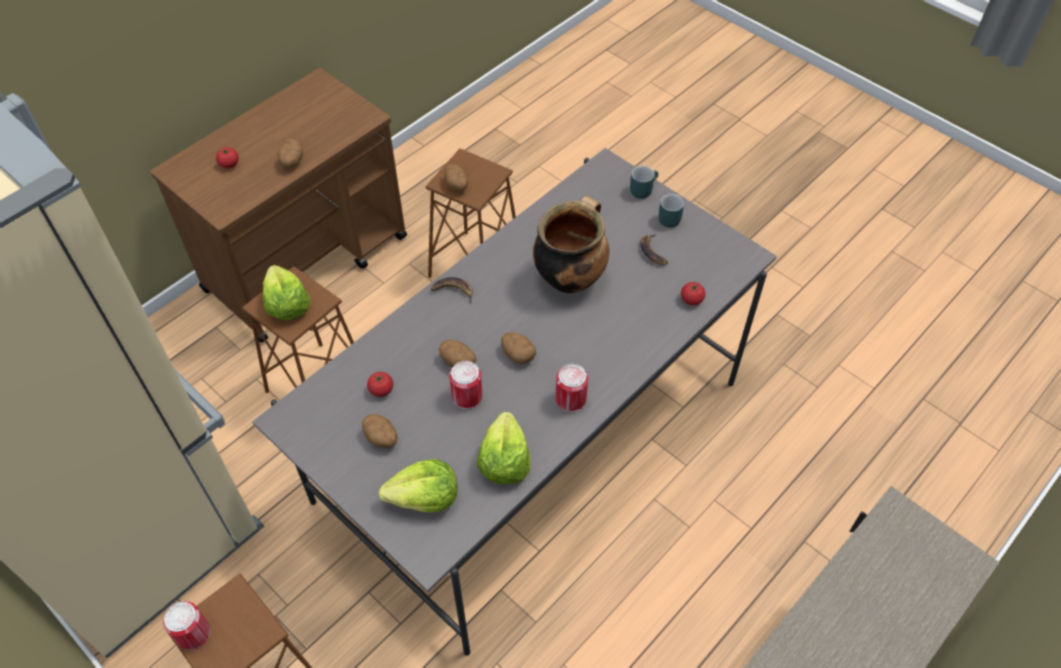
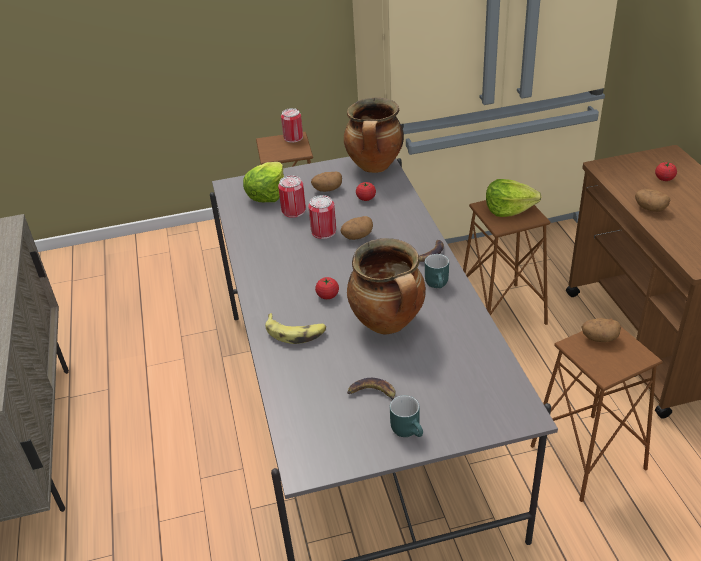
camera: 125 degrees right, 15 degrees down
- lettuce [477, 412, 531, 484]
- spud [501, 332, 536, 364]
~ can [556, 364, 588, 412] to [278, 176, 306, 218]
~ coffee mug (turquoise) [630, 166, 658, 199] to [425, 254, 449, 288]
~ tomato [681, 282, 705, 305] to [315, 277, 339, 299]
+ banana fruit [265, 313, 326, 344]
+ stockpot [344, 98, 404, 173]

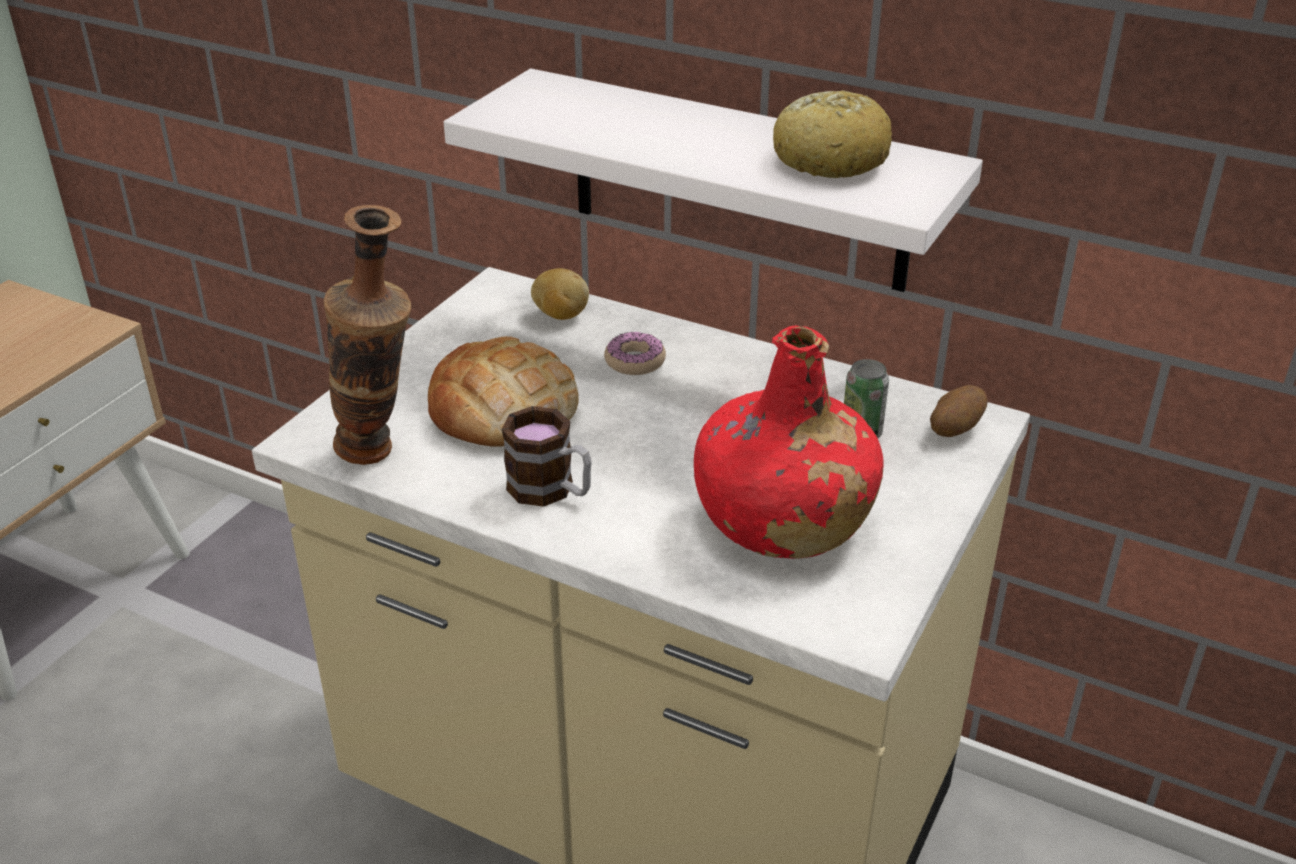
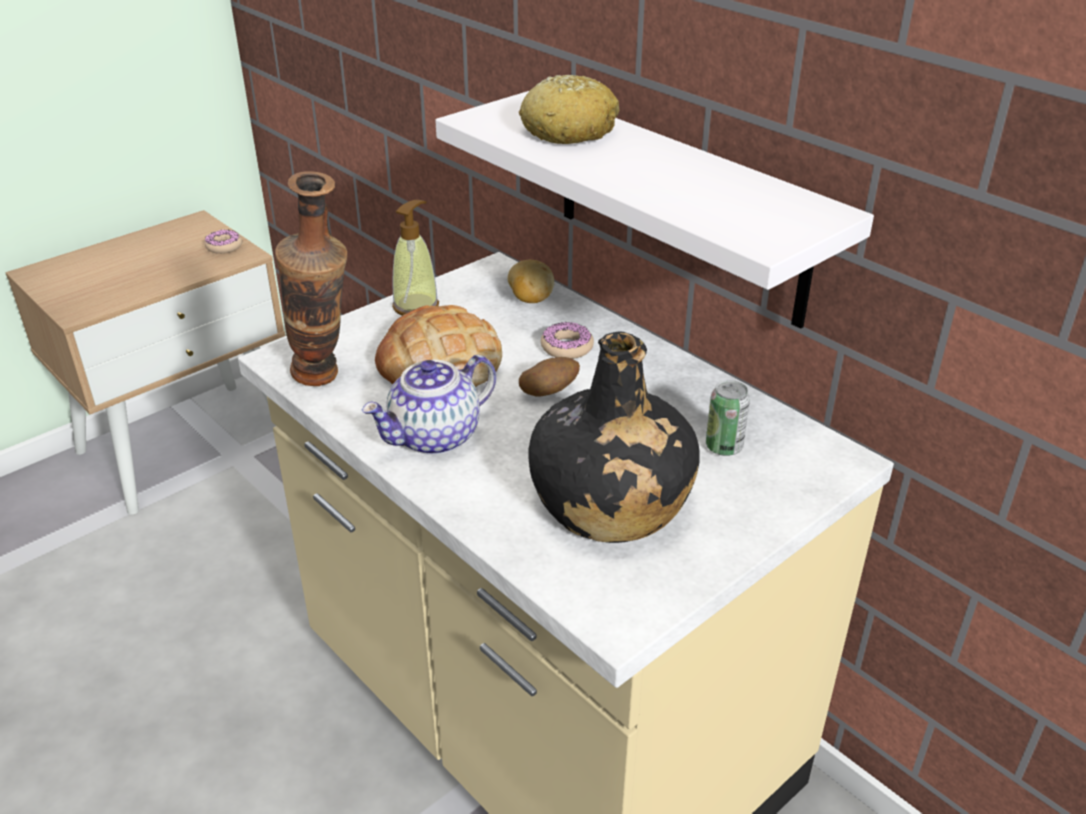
camera: 20 degrees right, 0 degrees up
~ coffee mug [502, 406, 592, 507] to teapot [362, 355, 496, 455]
~ bottle (reddish) [694, 325, 884, 559] to bottle (blackish) [529, 331, 700, 543]
~ baked bread [773, 90, 892, 178] to [519, 75, 619, 144]
~ spud [930, 385, 987, 437] to [519, 357, 580, 397]
+ ring doughnut [205, 230, 242, 254]
+ liquid soap bottle [392, 200, 439, 316]

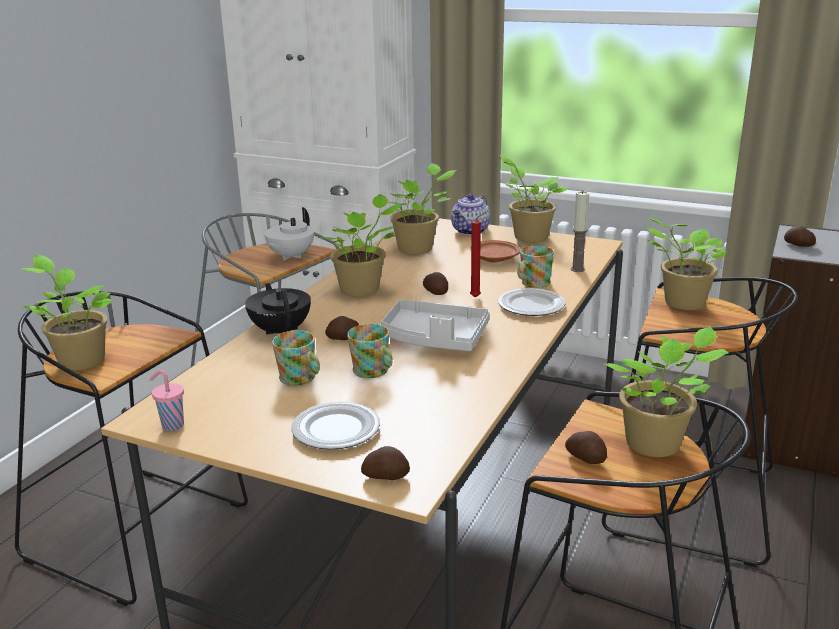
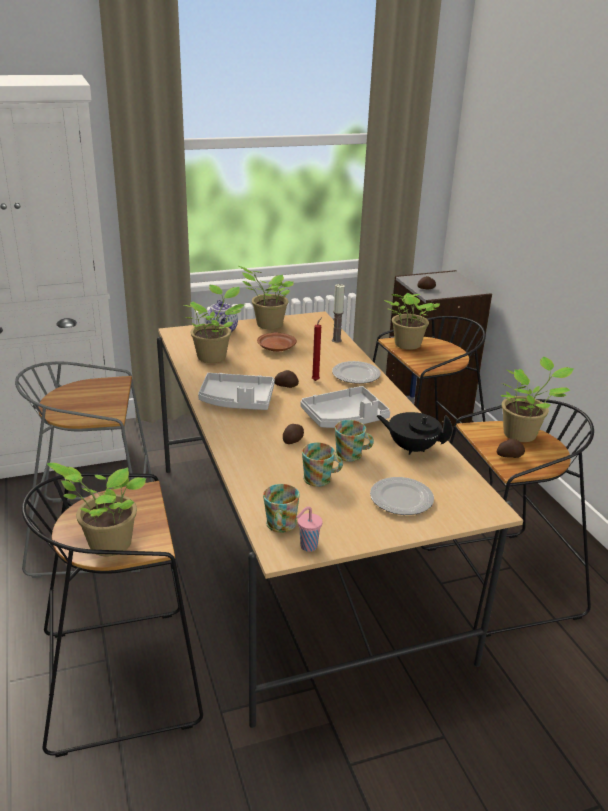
camera: 45 degrees left, 5 degrees up
~ teapot (blackish) [245, 283, 311, 335] to [377, 412, 452, 455]
- teapot (white) [264, 207, 314, 261]
~ plant in a pot [318, 194, 403, 297] to tray (greyish) [198, 373, 275, 410]
- spud [361, 446, 410, 480]
~ coffee mug [517, 246, 554, 288] to [263, 484, 300, 533]

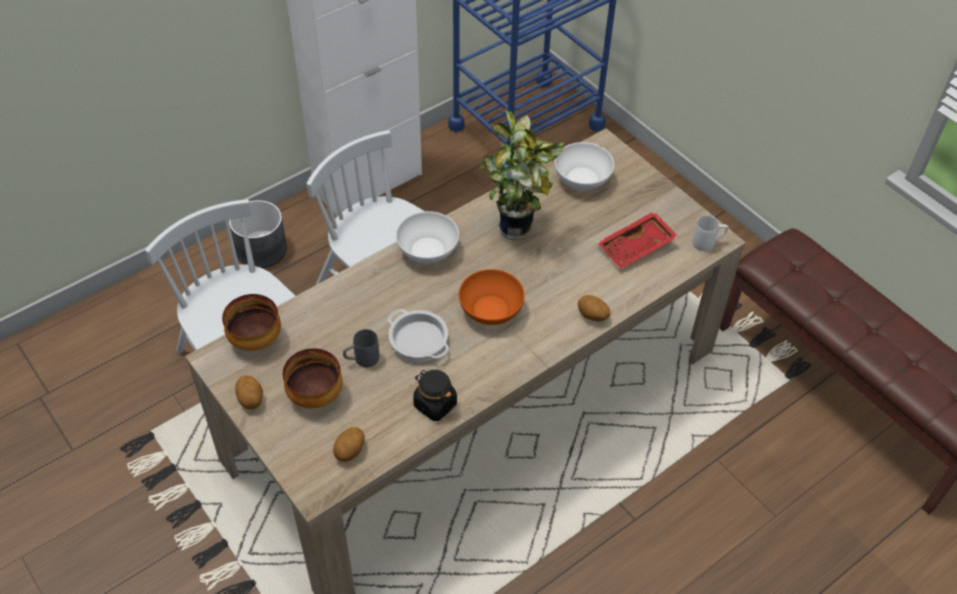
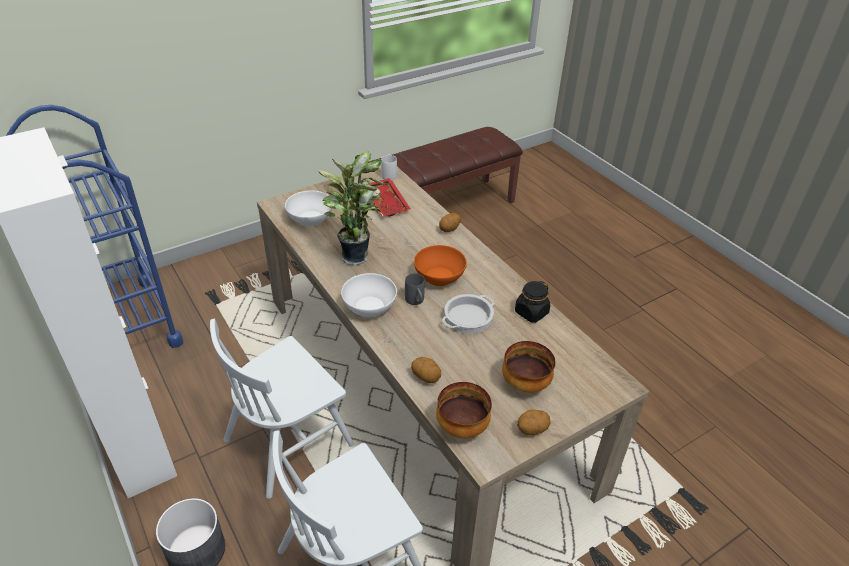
camera: 85 degrees left, 10 degrees down
~ spud [333, 427, 365, 462] to [411, 357, 441, 383]
~ coffee mug (greyish) [343, 329, 379, 367] to [405, 273, 425, 305]

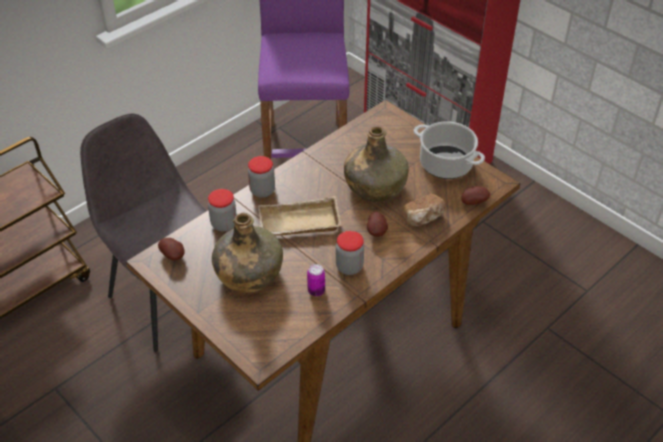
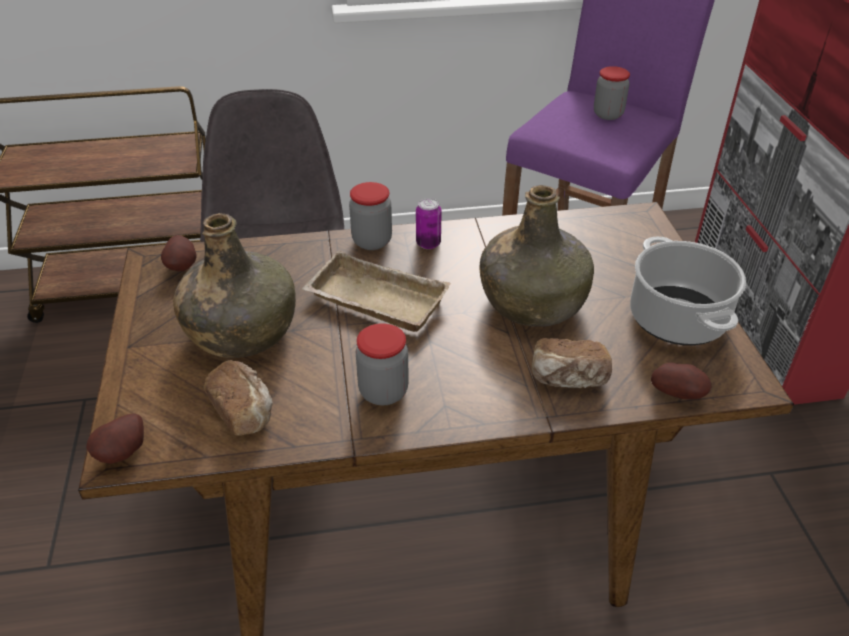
camera: 35 degrees right, 5 degrees down
~ jar [208, 189, 237, 232] to [594, 66, 630, 120]
~ can [307, 264, 325, 296] to [416, 198, 442, 249]
~ spud [367, 212, 388, 237] to [86, 413, 144, 464]
+ baked bread [204, 360, 273, 436]

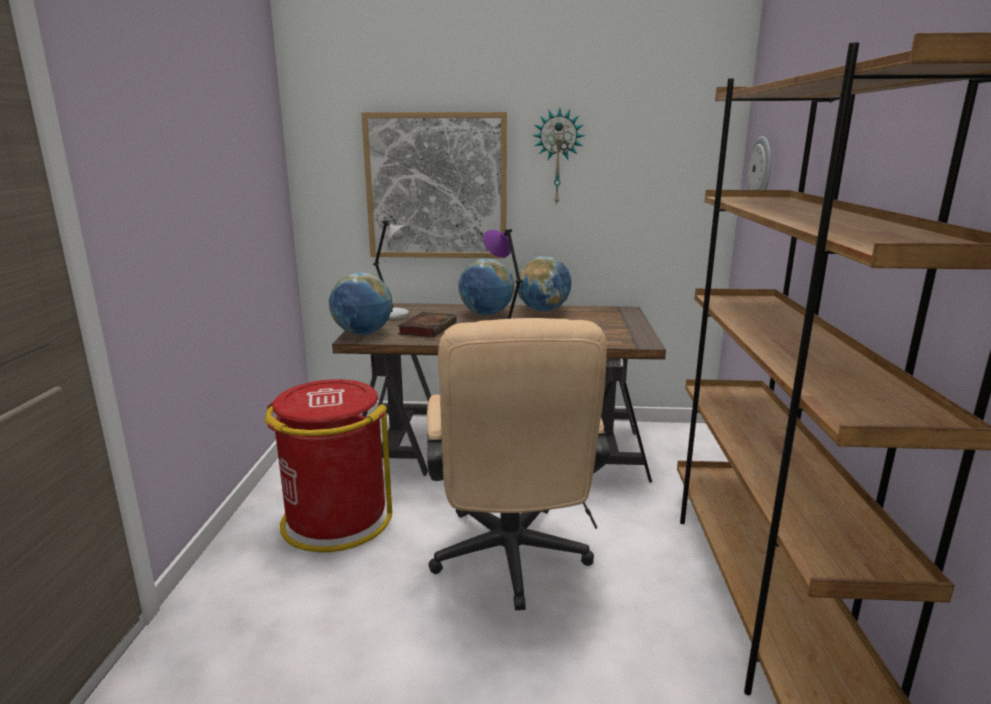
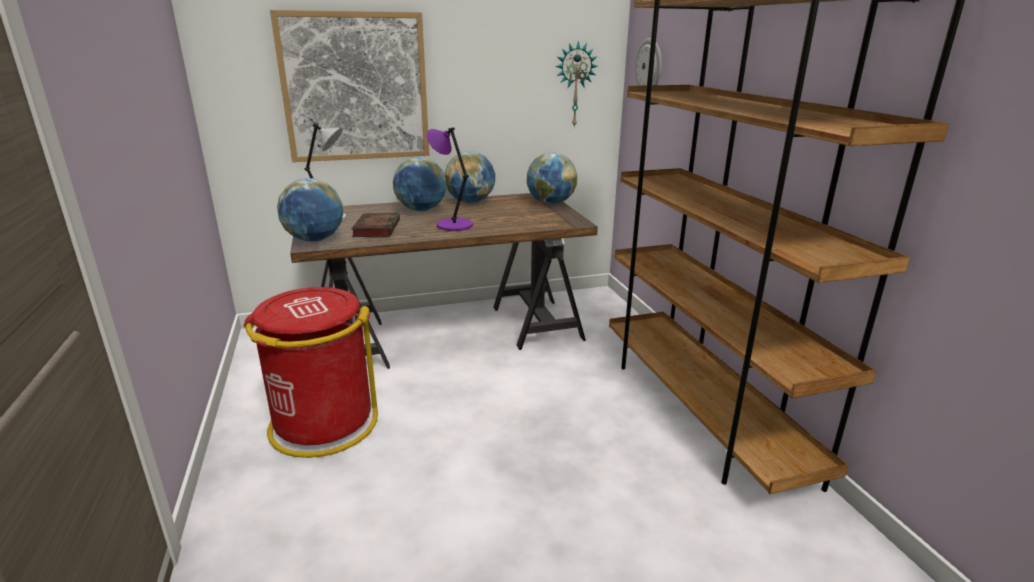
camera: 20 degrees left, 5 degrees up
- office chair (sand-coloured) [427, 318, 610, 610]
~ hanging clock [532, 108, 585, 206] to [555, 41, 597, 128]
+ desk globe [527, 153, 577, 204]

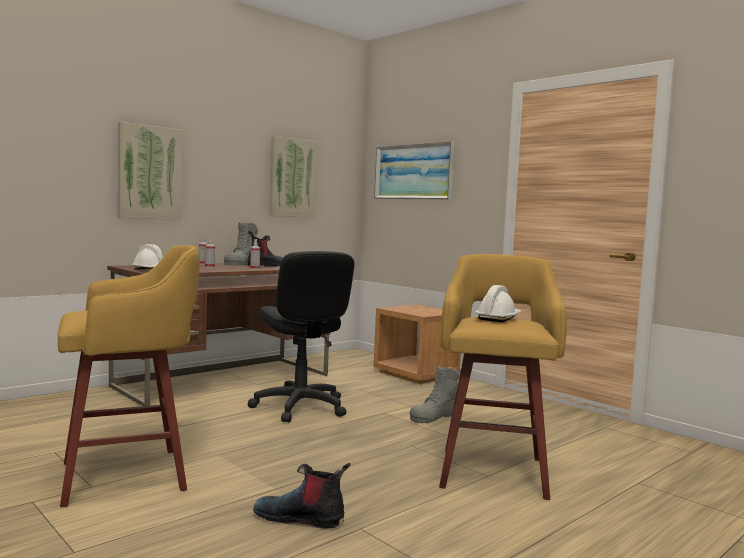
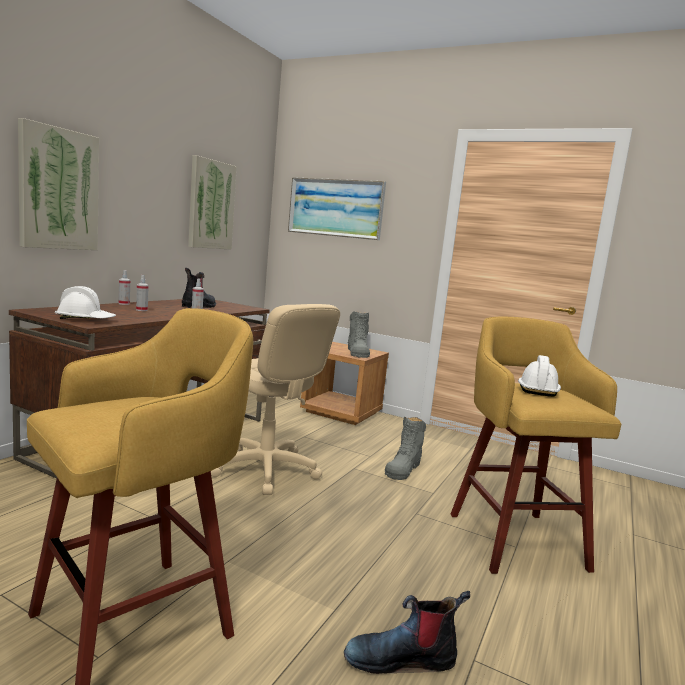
camera: 20 degrees left, 5 degrees up
~ tall boot (greyish) [224, 223, 258, 266] to [348, 311, 370, 358]
~ office chair (blackish) [248, 251, 355, 422] to office chair (sand-coloured) [211, 304, 340, 495]

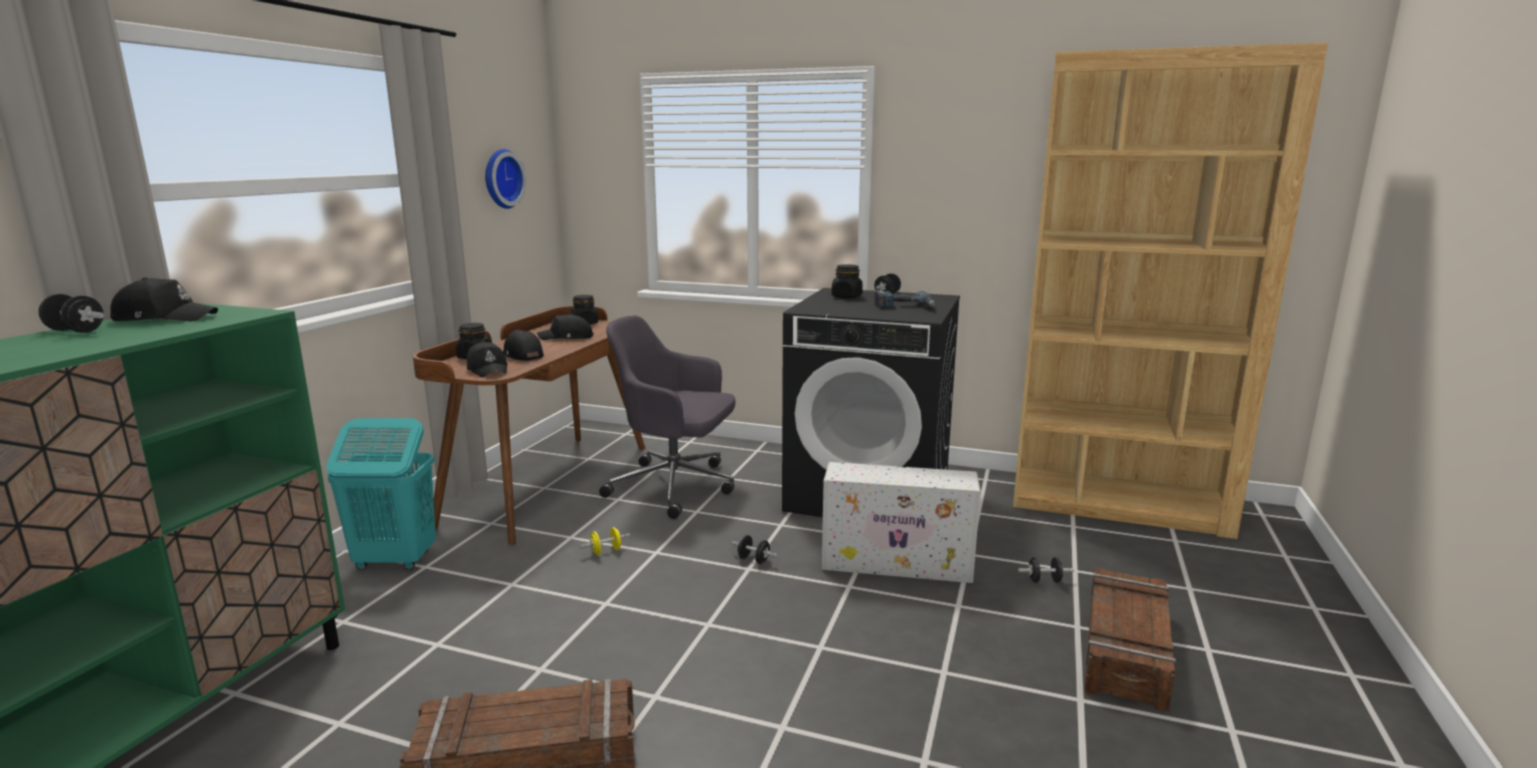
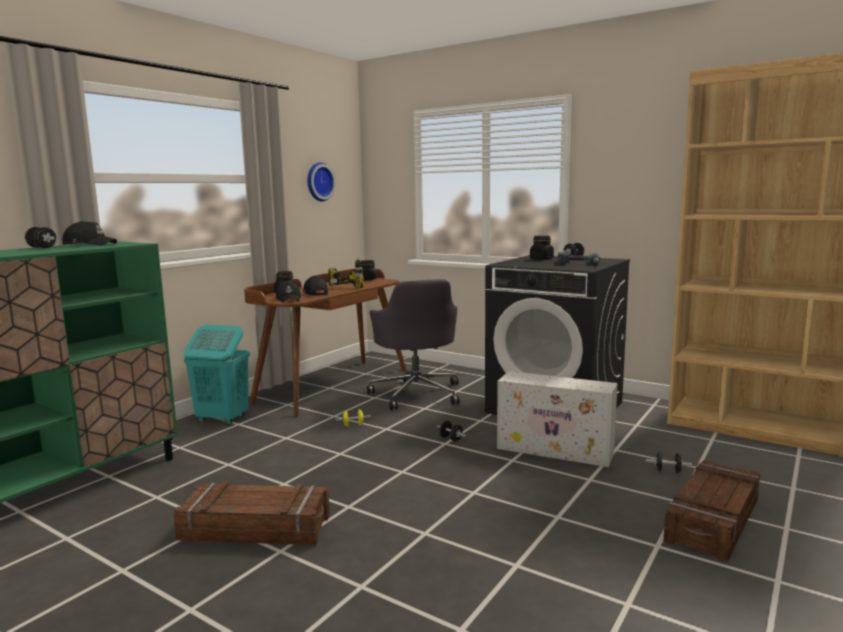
camera: 15 degrees right, 5 degrees down
~ cap (blackish) [537, 314, 594, 340] to power drill [329, 257, 364, 288]
~ office chair (greyish) [599, 315, 735, 519] = [367, 279, 459, 410] 135 degrees counterclockwise

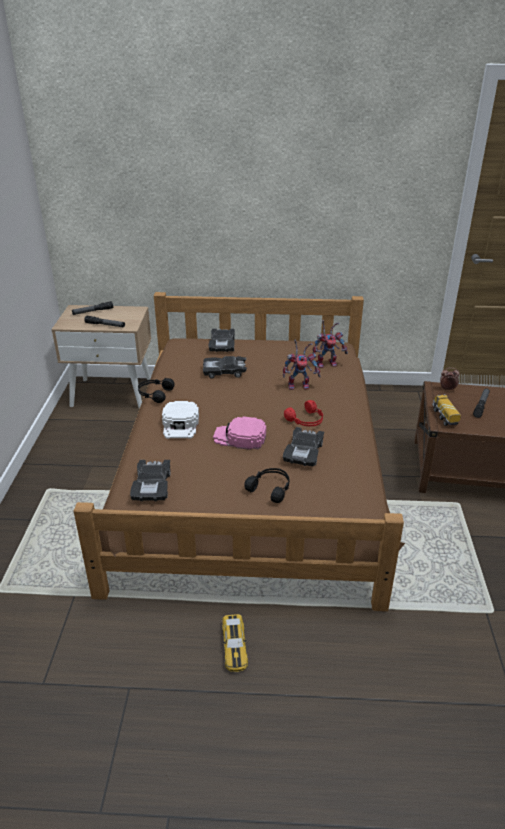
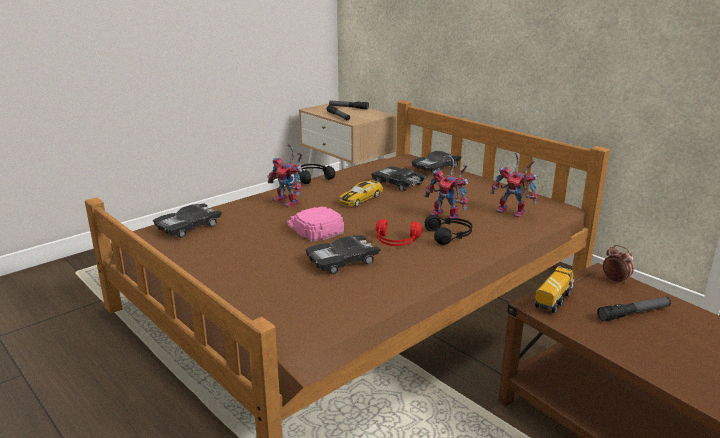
camera: 45 degrees right, 10 degrees down
~ cap (white) [162, 401, 199, 439] to model robot [267, 144, 302, 207]
~ toy car [222, 614, 248, 672] to [339, 180, 383, 207]
~ headset (blackish) [244, 468, 290, 503] to [425, 214, 472, 245]

